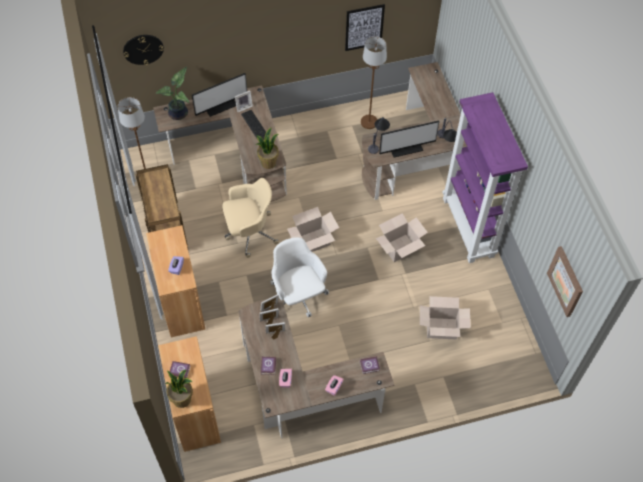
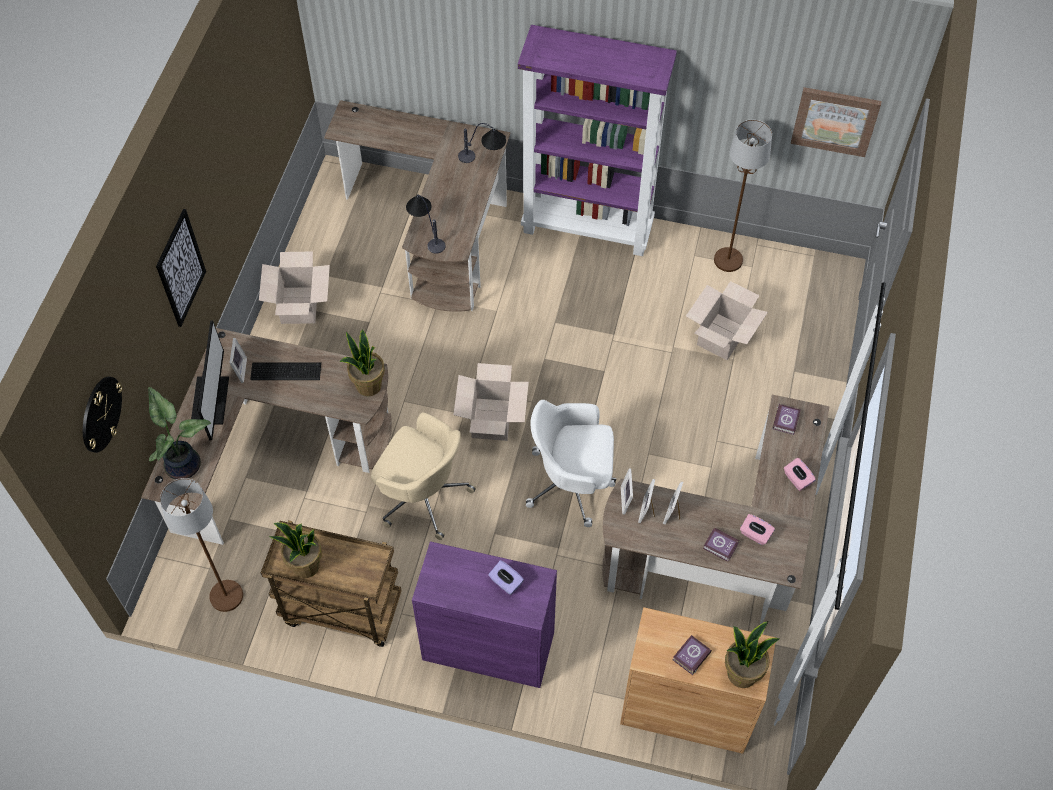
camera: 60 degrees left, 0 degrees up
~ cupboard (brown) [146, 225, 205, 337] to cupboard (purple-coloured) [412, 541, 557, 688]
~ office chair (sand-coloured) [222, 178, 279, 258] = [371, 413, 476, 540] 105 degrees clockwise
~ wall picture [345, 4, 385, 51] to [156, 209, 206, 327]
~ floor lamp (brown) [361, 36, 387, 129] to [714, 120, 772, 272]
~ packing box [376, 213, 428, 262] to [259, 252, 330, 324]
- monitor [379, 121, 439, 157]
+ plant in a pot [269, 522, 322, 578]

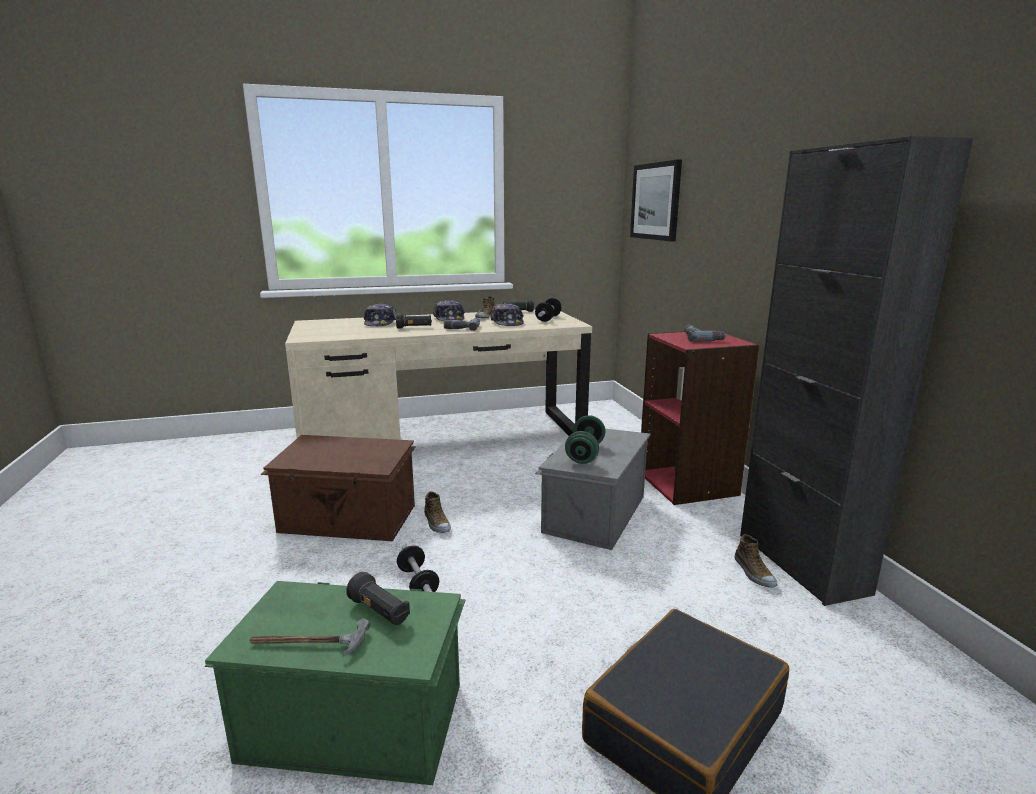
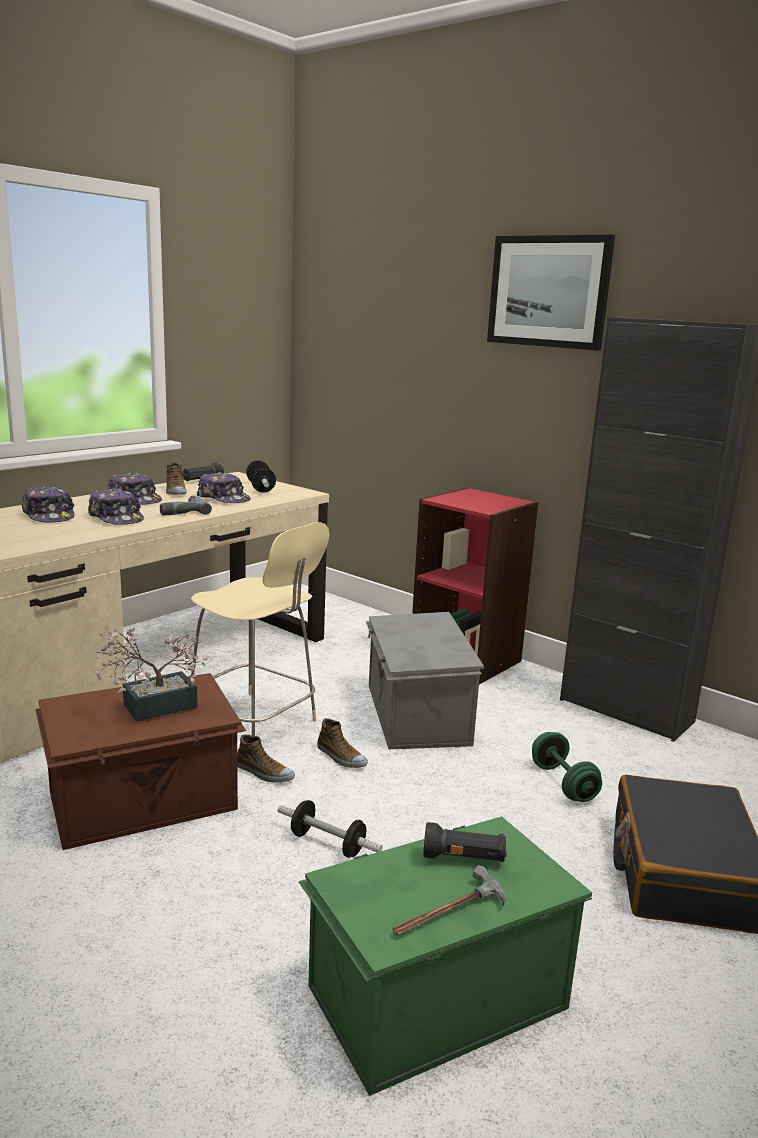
camera: 35 degrees left, 0 degrees up
~ hand torch (blackish) [396, 314, 432, 329] to cap [88, 489, 144, 525]
~ dumbbell (green) [565, 415, 606, 464] to [532, 732, 602, 802]
~ wall picture [630, 160, 682, 241] to [487, 235, 615, 351]
- power drill [684, 325, 727, 341]
~ low shoe [735, 534, 777, 588] to [317, 718, 368, 768]
+ plant in a pot [96, 625, 208, 721]
+ chair (sand-coloured) [191, 522, 329, 736]

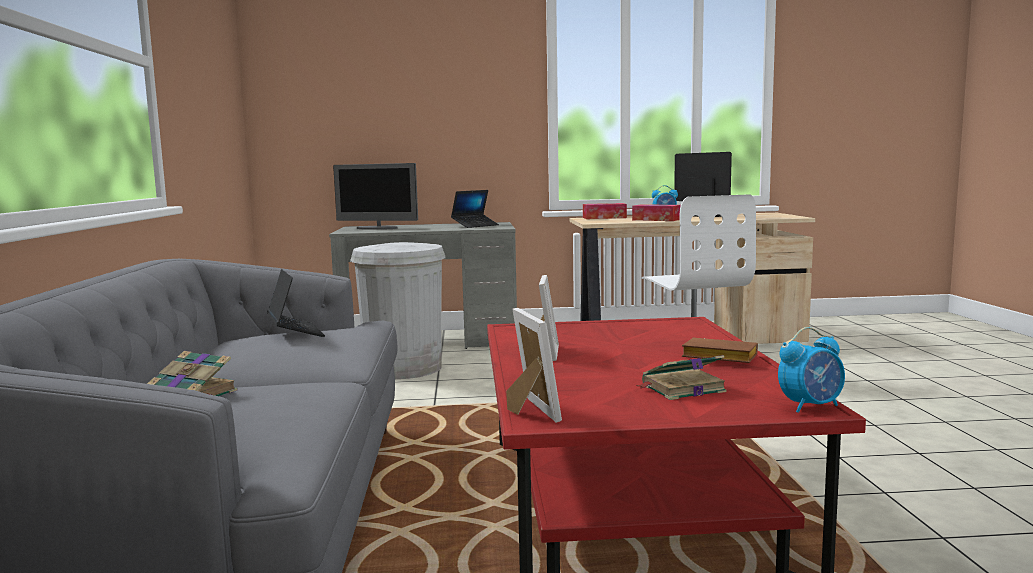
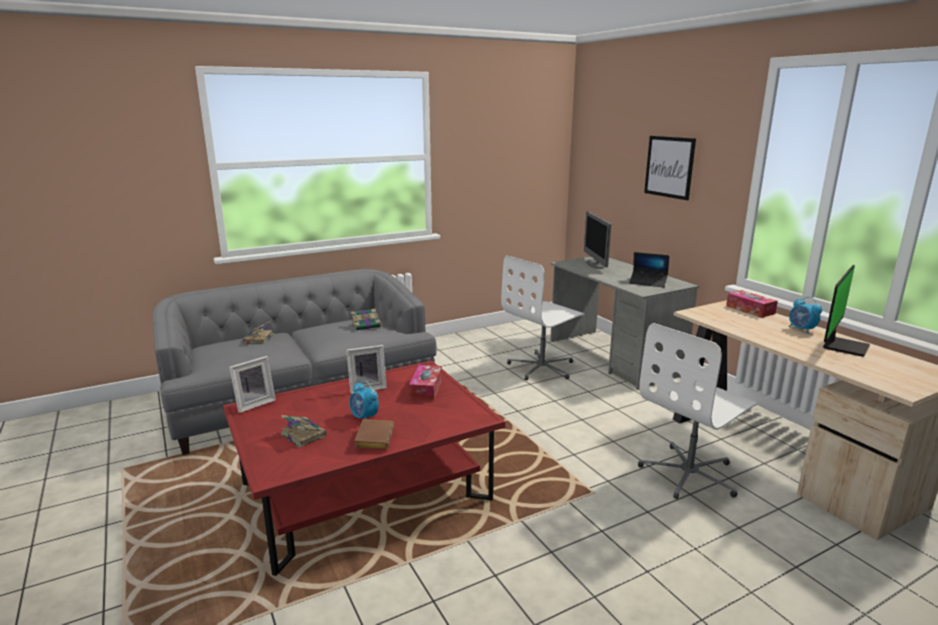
camera: 65 degrees right, 10 degrees up
~ notebook computer [267, 269, 325, 337] to volume [351, 309, 383, 330]
~ trash can (white) [350, 242, 446, 379] to office chair (white) [501, 255, 585, 380]
~ box of tissues [632, 204, 681, 221] to [409, 365, 442, 401]
~ alarm clock [778, 327, 845, 413] to [350, 381, 379, 419]
+ wall picture [644, 136, 696, 200]

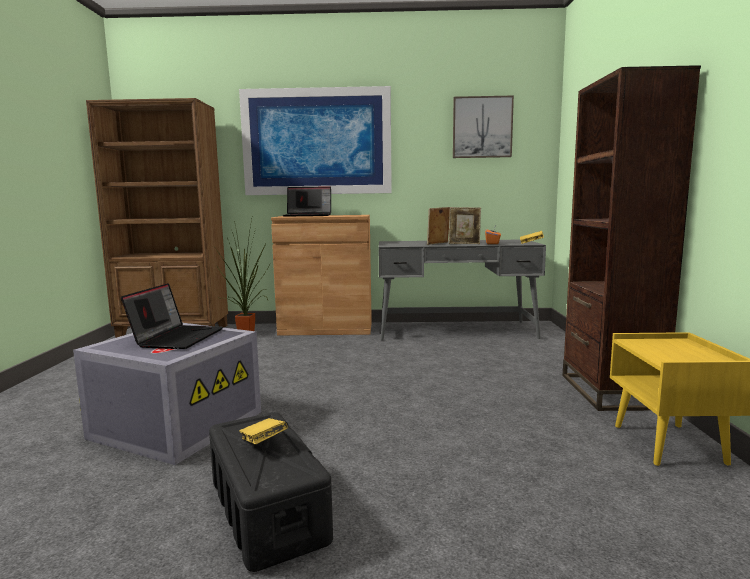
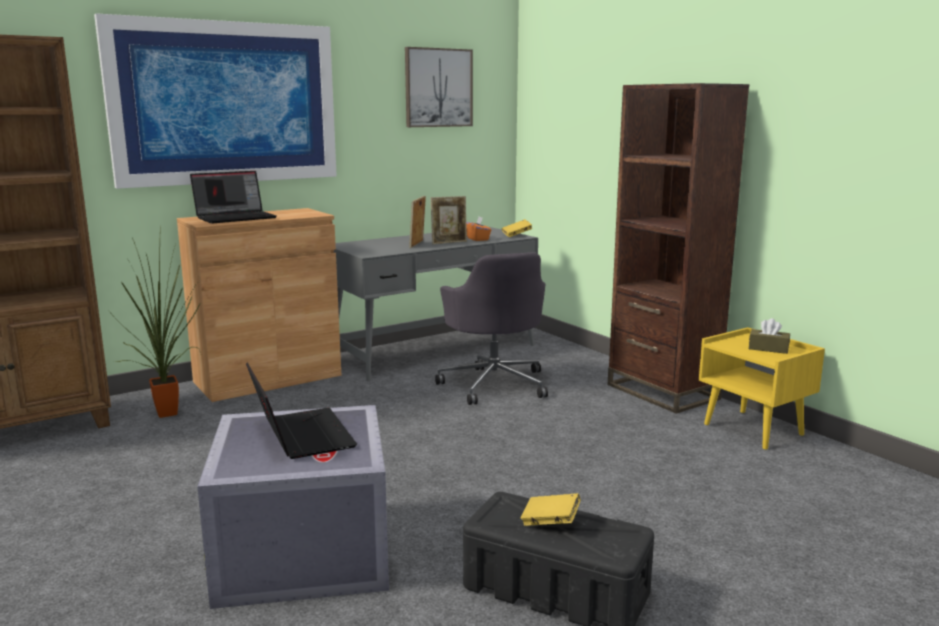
camera: 35 degrees left, 5 degrees up
+ office chair (greyish) [435, 252, 548, 405]
+ box of tissues (brown) [749, 318, 790, 354]

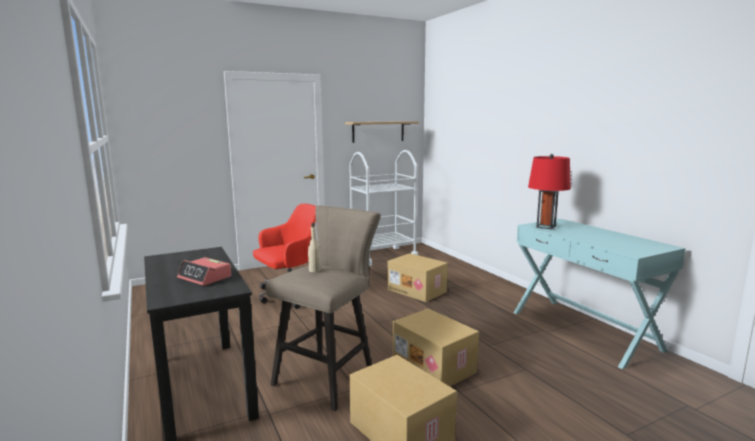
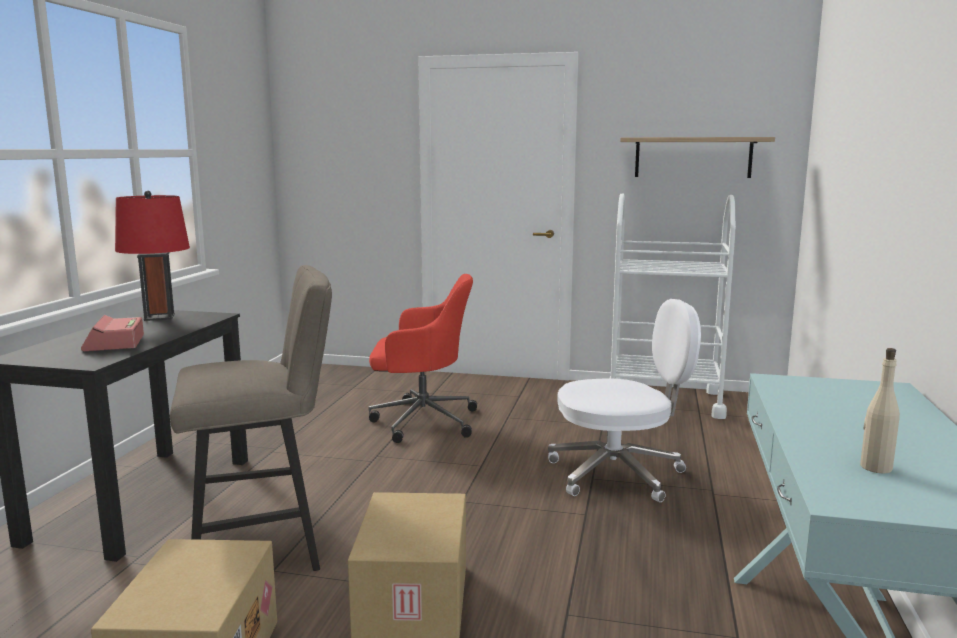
camera: 40 degrees right, 0 degrees up
~ bottle (sand-coloured) [308, 223, 320, 272] to [860, 348, 900, 473]
~ packing box [388, 253, 448, 302] to office chair (white) [548, 299, 701, 502]
~ table lamp (reddish) [528, 154, 571, 229] to [115, 190, 190, 321]

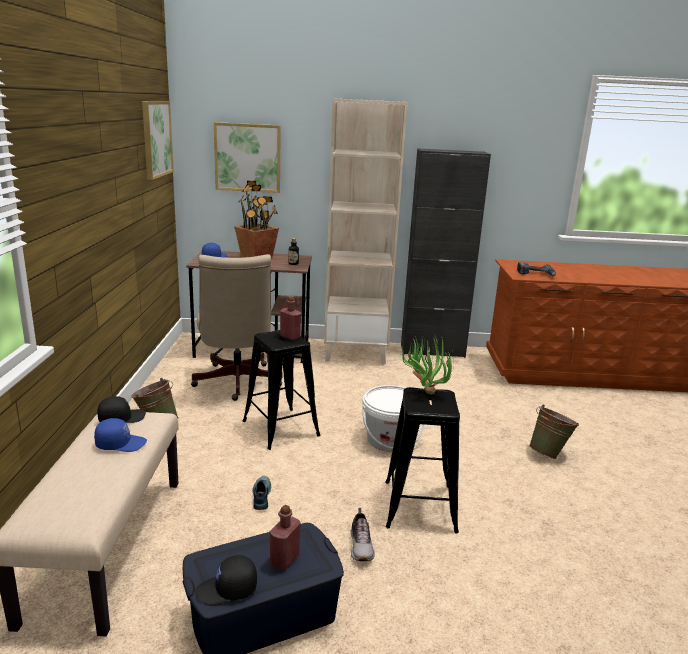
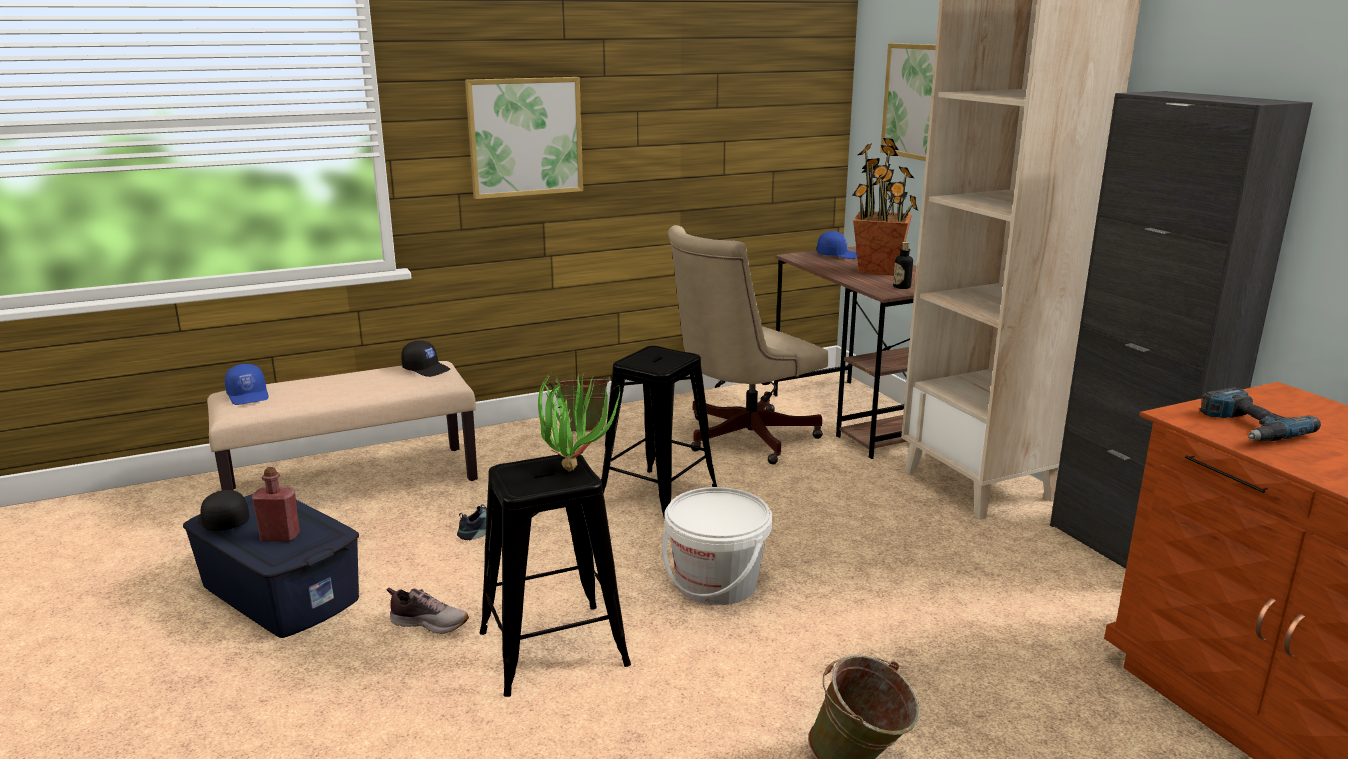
camera: 65 degrees right, 0 degrees up
~ cap (blue-coloured) [94, 418, 147, 452] to [225, 364, 269, 405]
~ wall picture [142, 101, 174, 180] to [465, 77, 583, 199]
- bottle (reddish) [280, 296, 301, 340]
~ low shoe [351, 508, 375, 561] = [387, 588, 469, 634] 135 degrees counterclockwise

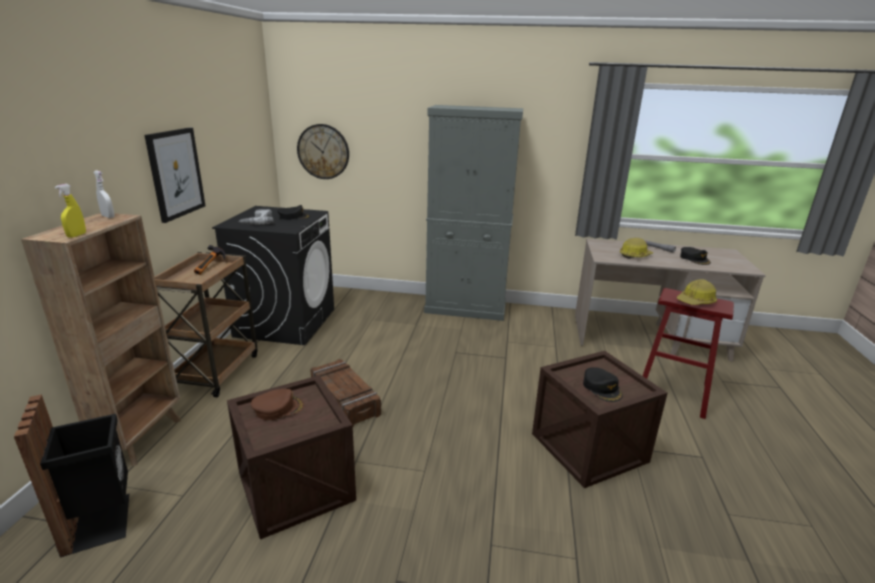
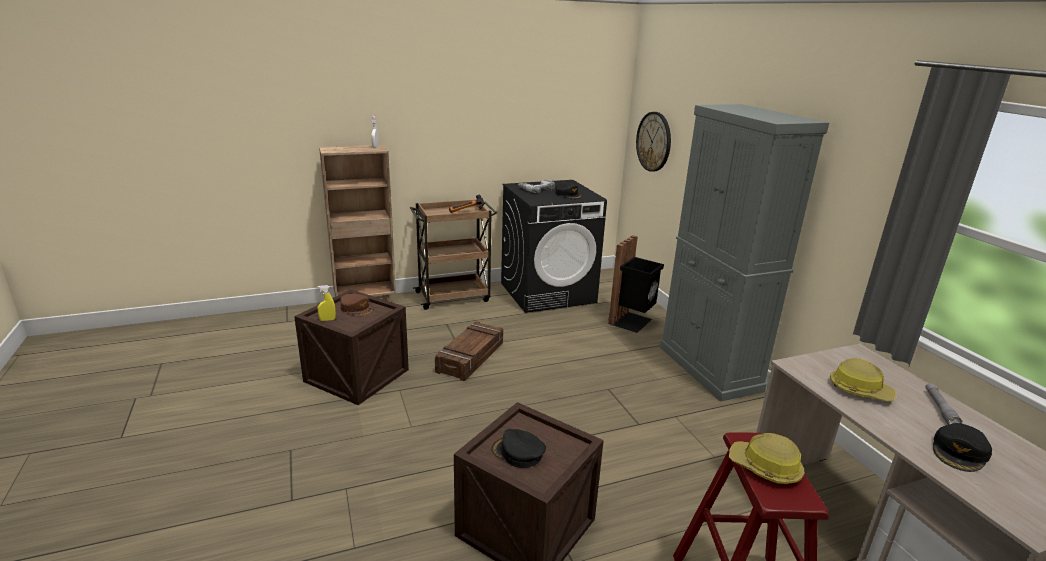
camera: 60 degrees right, 0 degrees up
~ trash can (blackish) [14, 394, 129, 558] to [608, 235, 664, 333]
~ sprayer (yellowish) [55, 184, 86, 238] to [317, 285, 336, 321]
- wall picture [144, 127, 206, 223]
~ cap (blackish) [583, 367, 623, 402] = [491, 429, 546, 468] 75 degrees clockwise

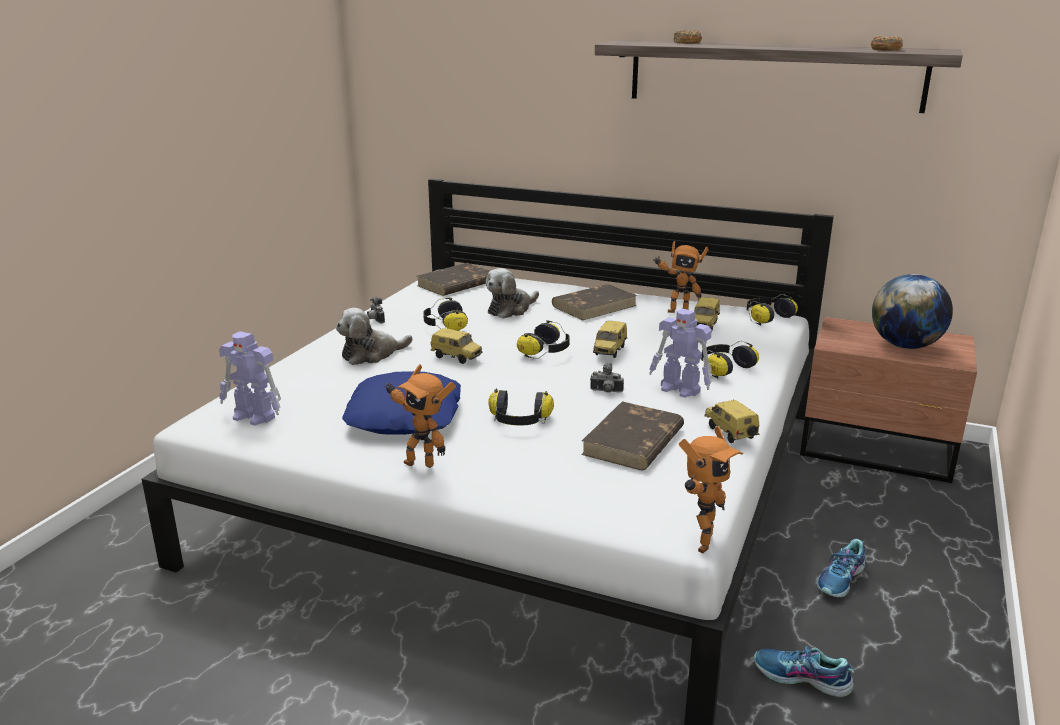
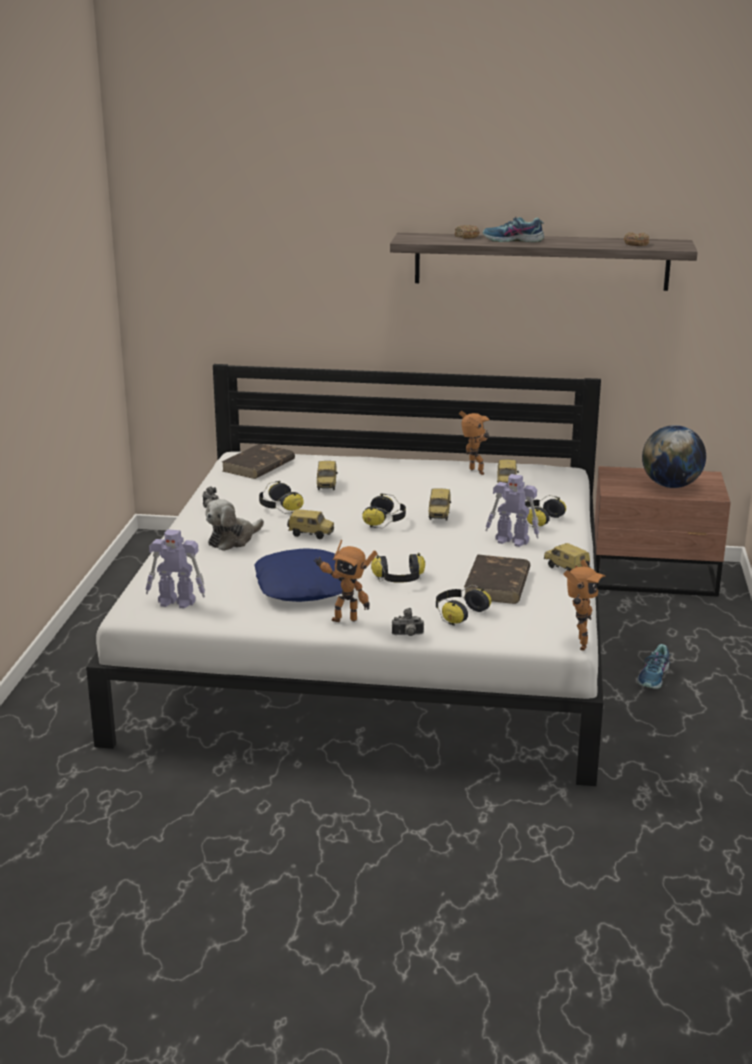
camera: 15 degrees left, 0 degrees up
~ soft toy [485, 268, 539, 319] to toy car [317, 461, 338, 490]
- volume (brown) [552, 284, 637, 320]
~ photo camera [590, 364, 624, 393] to [392, 608, 424, 636]
~ model robot [654, 241, 709, 313] = [459, 411, 490, 475] 105 degrees counterclockwise
~ headset [747, 294, 798, 325] to [436, 585, 491, 626]
~ low shoe [754, 646, 855, 697] to [483, 217, 544, 242]

